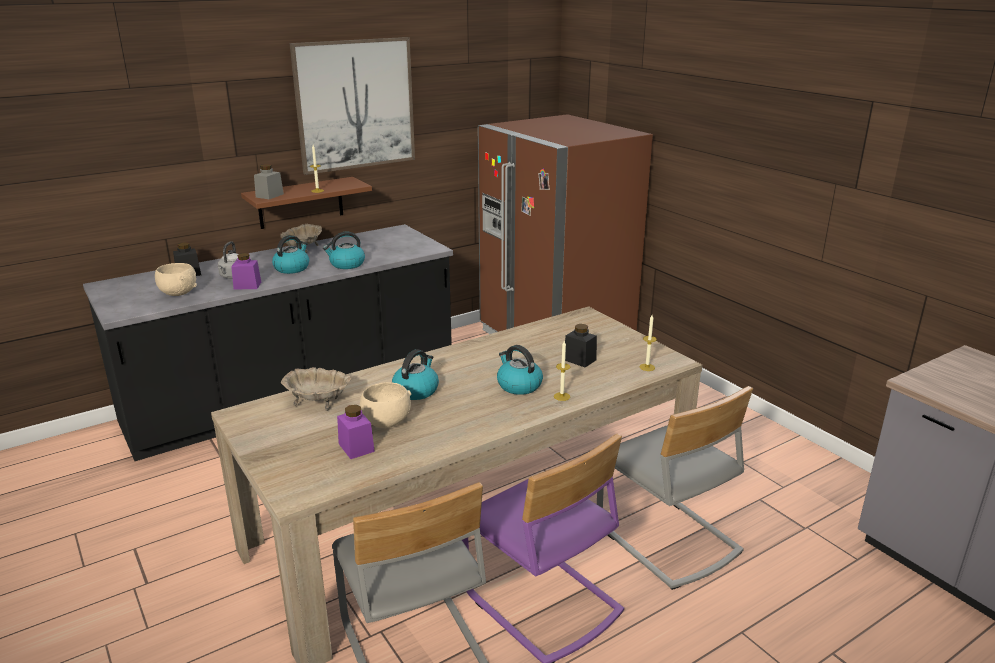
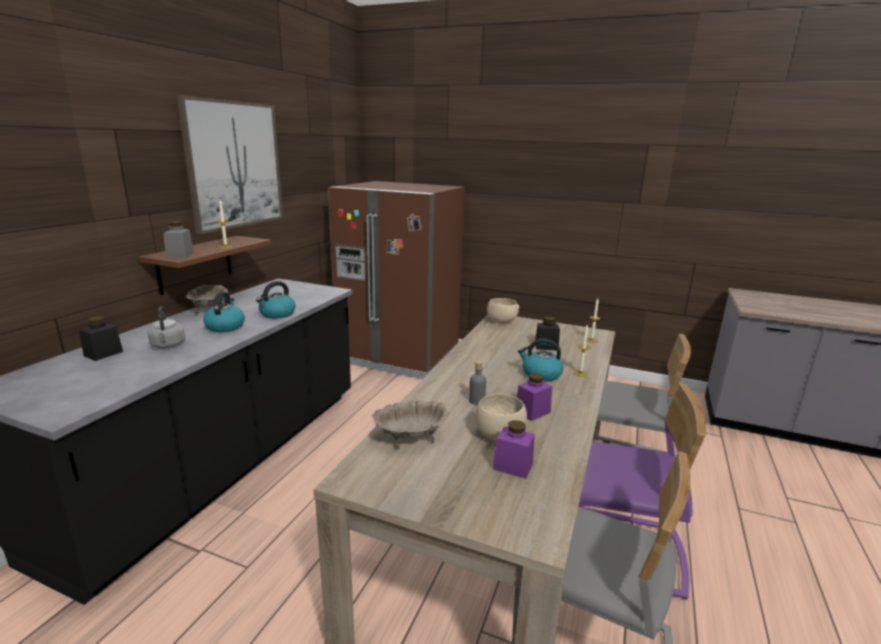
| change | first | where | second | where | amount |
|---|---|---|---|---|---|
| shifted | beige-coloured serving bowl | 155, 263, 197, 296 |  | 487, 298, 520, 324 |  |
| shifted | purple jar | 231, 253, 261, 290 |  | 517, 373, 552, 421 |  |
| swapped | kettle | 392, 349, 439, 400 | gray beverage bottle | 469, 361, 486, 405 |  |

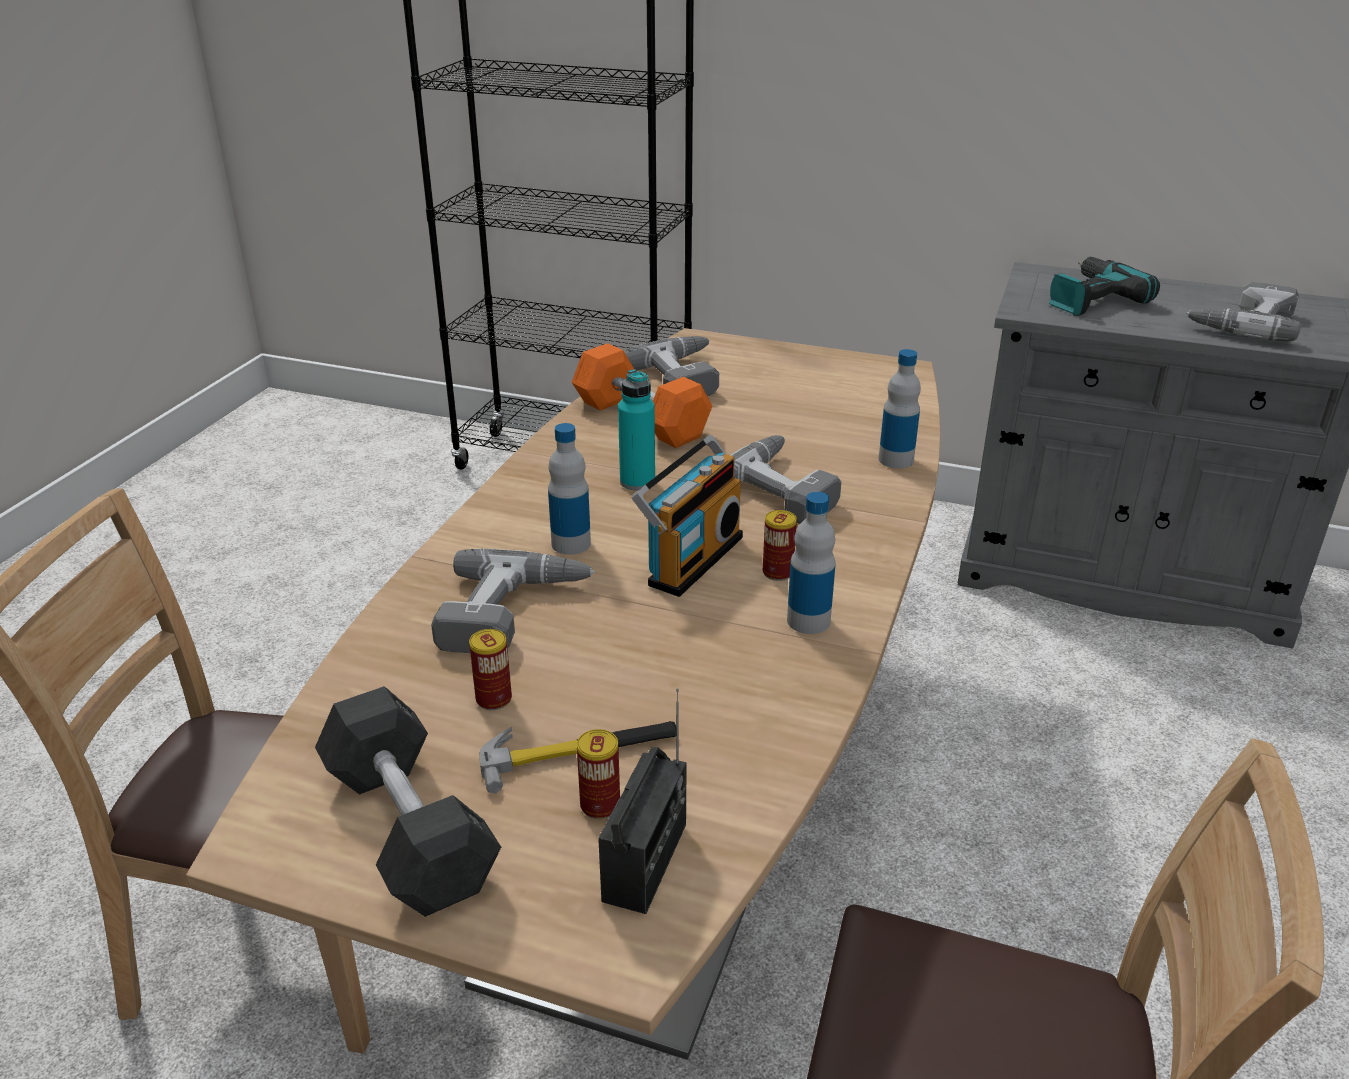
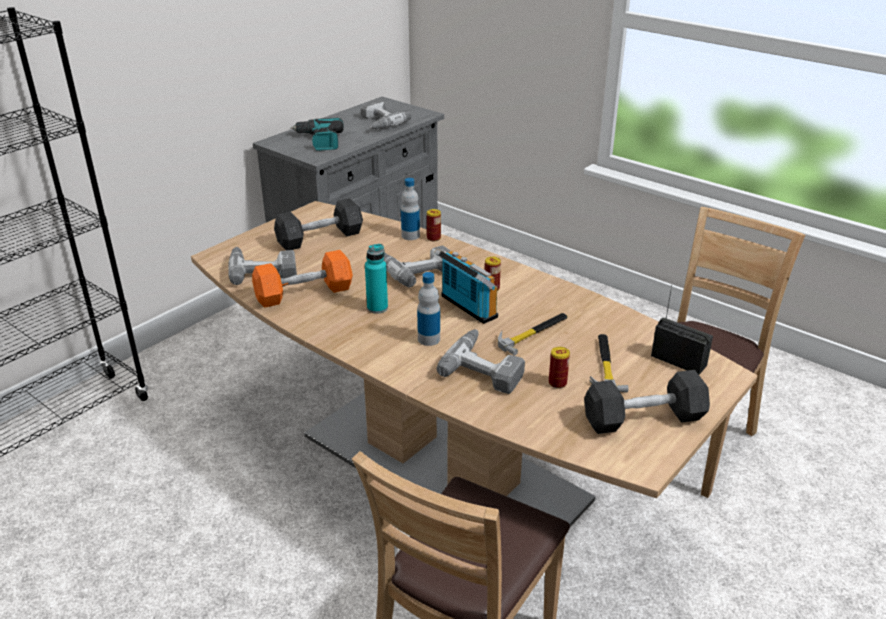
| change | first | where | second | where | amount |
|---|---|---|---|---|---|
| gone | beverage bottle | 787, 492, 836, 634 |  |  |  |
| new |  |  | gray hand weight | 274, 198, 363, 250 |  |
| new |  |  | tool hammer | 498, 313, 568, 356 |  |
| shifted | sealed can | 577, 729, 620, 819 |  | 427, 209, 441, 241 |  |

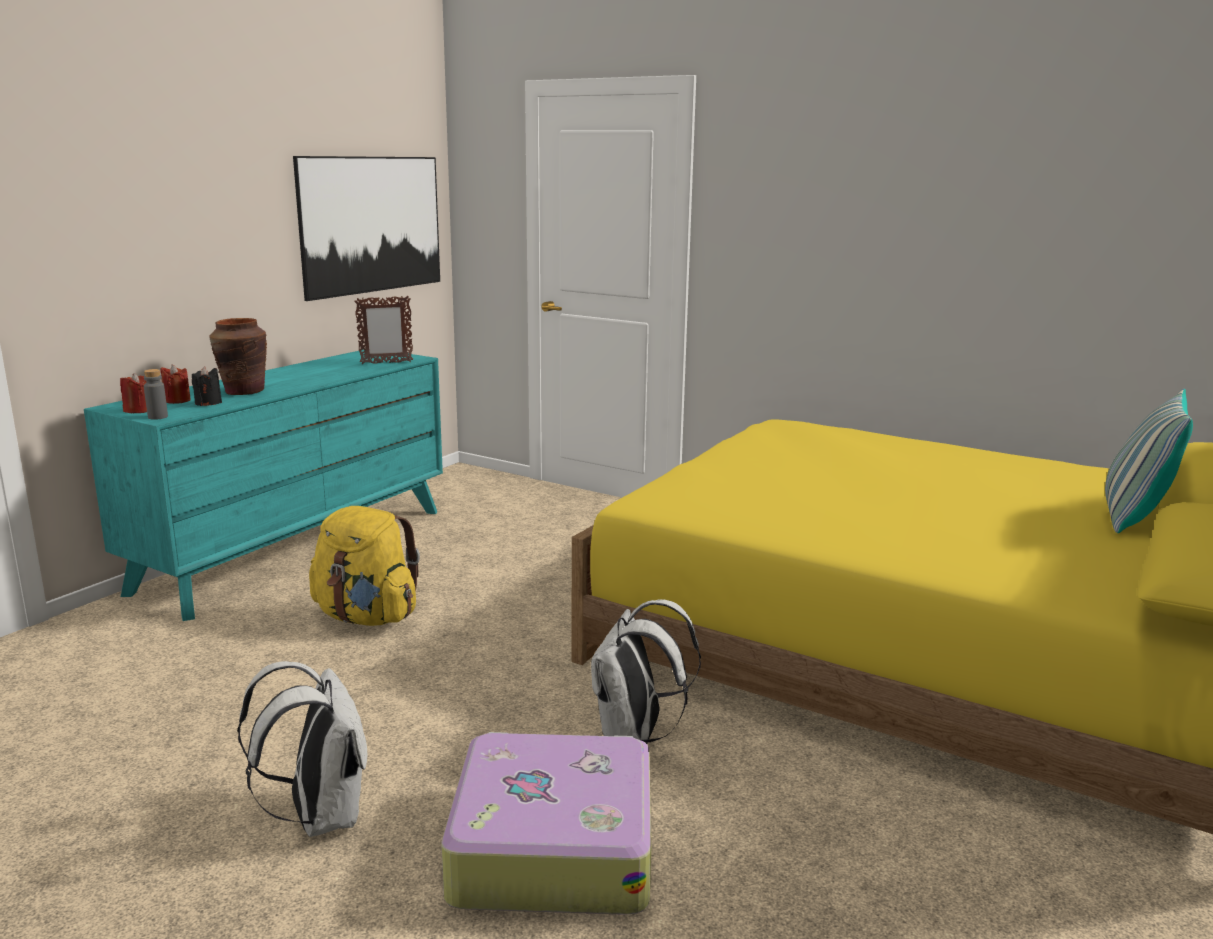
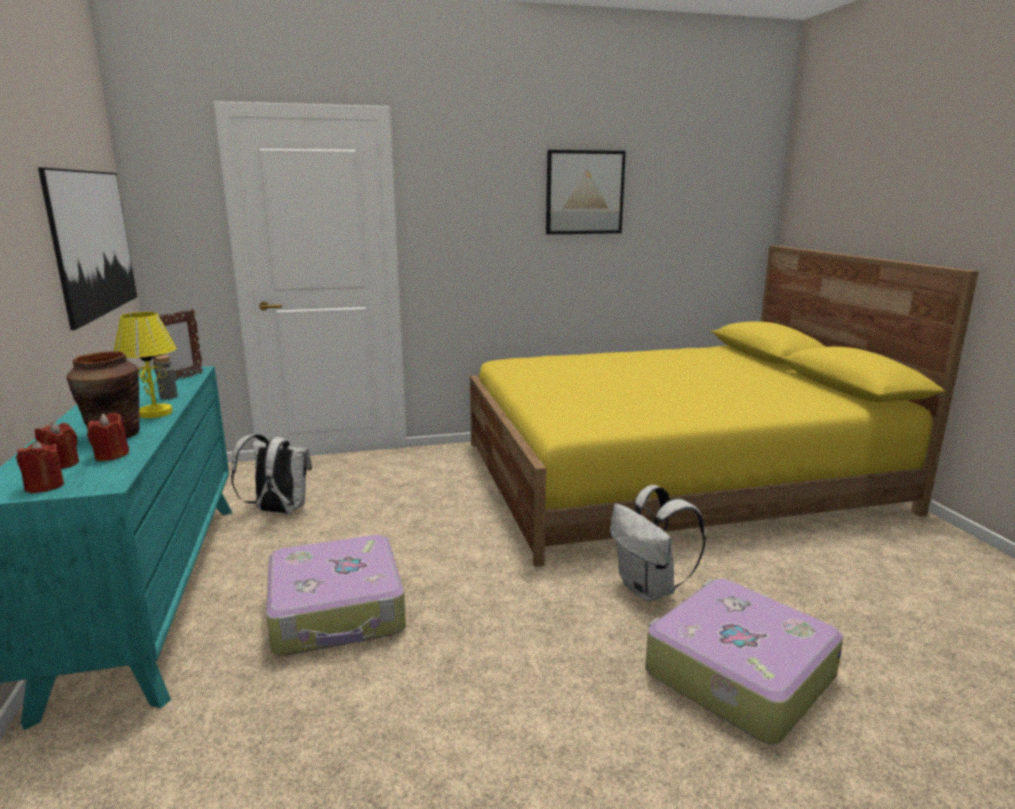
| change | first | where | second | where | amount |
|---|---|---|---|---|---|
| gone | throw pillow | 1105, 389, 1193, 533 |  |  |  |
| new |  |  | yellow tabletop lamp | 113, 312, 177, 418 |  |
| new |  |  | wall art | 546, 150, 626, 235 |  |
| shifted | gray beverage bottle | 144, 369, 168, 420 |  | 155, 355, 178, 399 |  |
| shifted | white backpack | 237, 661, 367, 837 |  | 231, 434, 312, 514 |  |
| swapped | yellow backpack | 309, 506, 420, 626 | piece of luggage | 266, 535, 406, 656 |  |
| repainted | black wax candle | 192, 366, 222, 406 | red wax candle | 87, 413, 129, 461 |  |

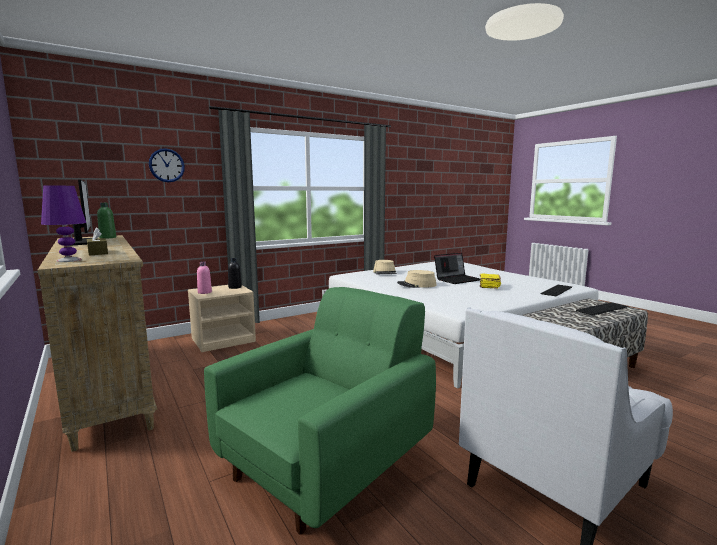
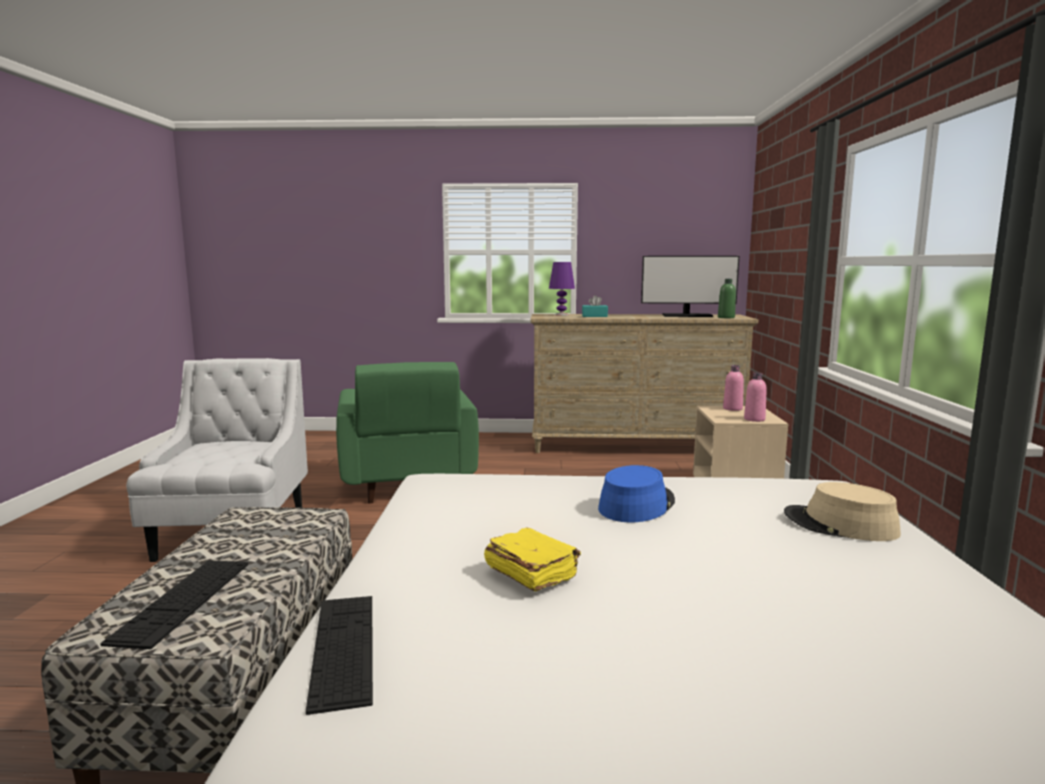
| change | first | where | second | where | amount |
|---|---|---|---|---|---|
| gone | clock on the wall | 149, 148, 185, 182 |  |  |  |
| gone | portable computer | 434, 253, 480, 284 |  |  |  |
| repainted | brownish box of tissues | 87, 227, 108, 256 | blue-green box of tissues | 582, 295, 608, 317 |  |
| repainted | black beverage bottle | 228, 258, 242, 289 | pinkish beverage bottle | 744, 372, 767, 422 |  |
| repainted | beige-coloured clothing hat | 397, 270, 437, 288 | bluish clothing hat | 598, 465, 675, 522 |  |

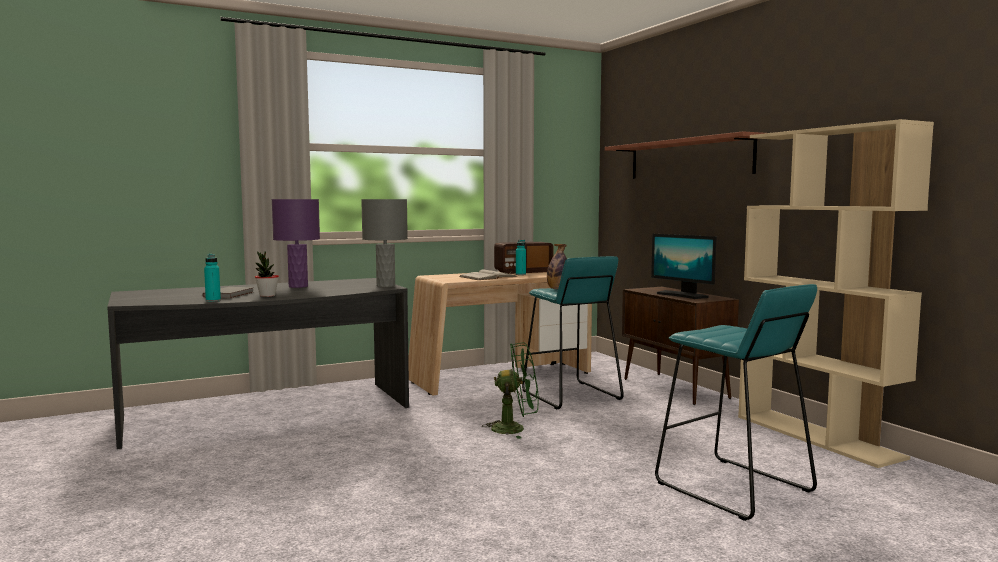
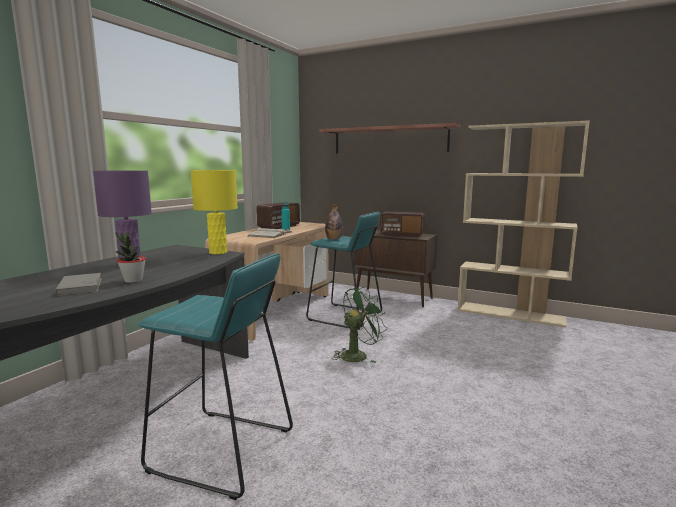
| change | first | where | second | where | amount |
|---|---|---|---|---|---|
| gone | blue-green beverage bottle | 204, 254, 221, 302 |  |  |  |
| shifted | blue-green sitting stool | 655, 284, 817, 521 |  | 139, 253, 293, 500 |  |
| swapped | computer screen | 651, 234, 716, 299 | radio receiver | 380, 212, 425, 237 |  |
| repainted | gray tabletop lamp | 361, 199, 408, 287 | yellow tabletop lamp | 191, 170, 238, 254 |  |

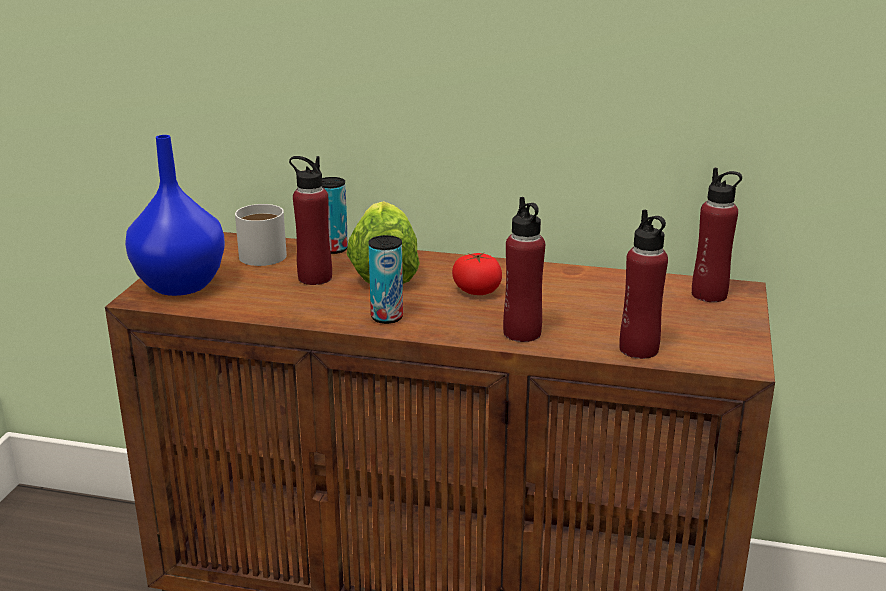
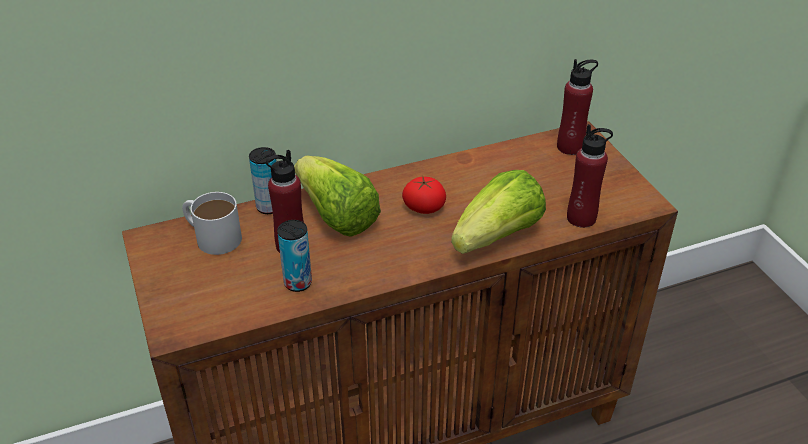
| change | first | where | second | where | amount |
|---|---|---|---|---|---|
| gone | bluish flower vase | 125, 135, 225, 296 |  |  |  |
| shifted | sealed can | 368, 235, 403, 324 |  | 277, 220, 312, 292 |  |
| swapped | red beverage bottle | 503, 197, 545, 342 | lettuce head | 451, 170, 546, 254 |  |

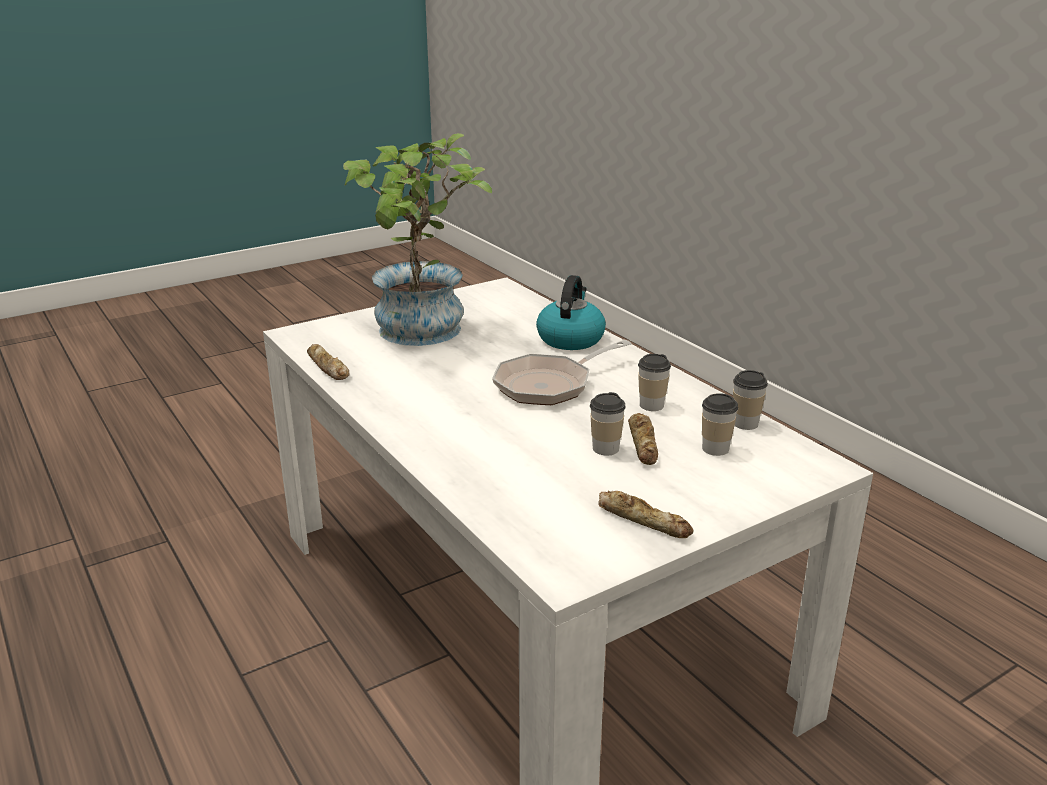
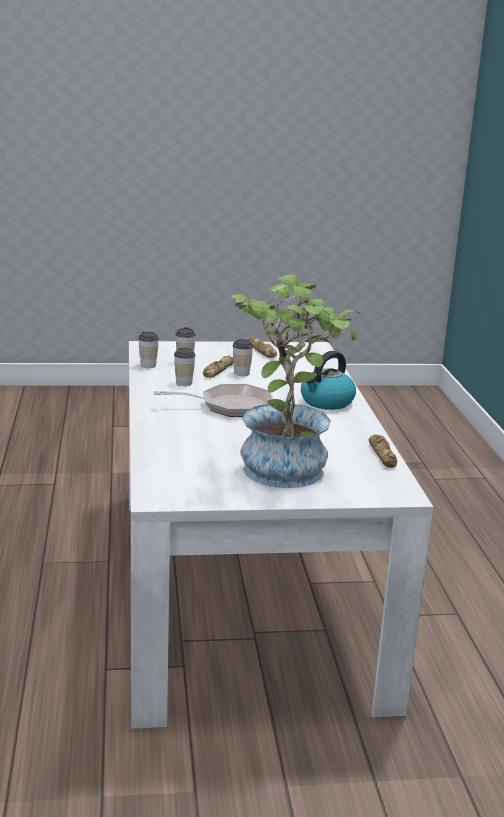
| change | first | where | second | where | amount |
|---|---|---|---|---|---|
| shifted | kettle | 536, 275, 606, 350 |  | 301, 351, 356, 410 |  |

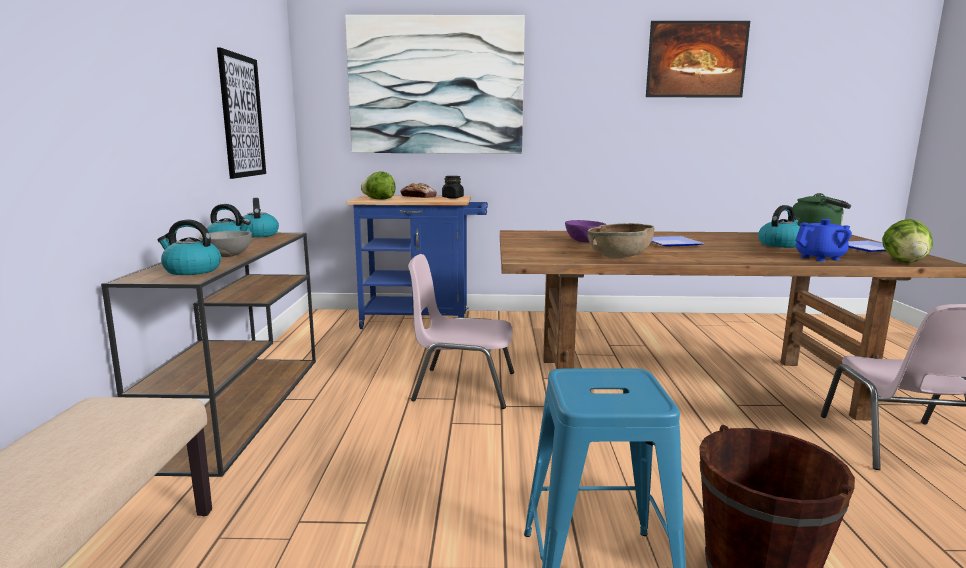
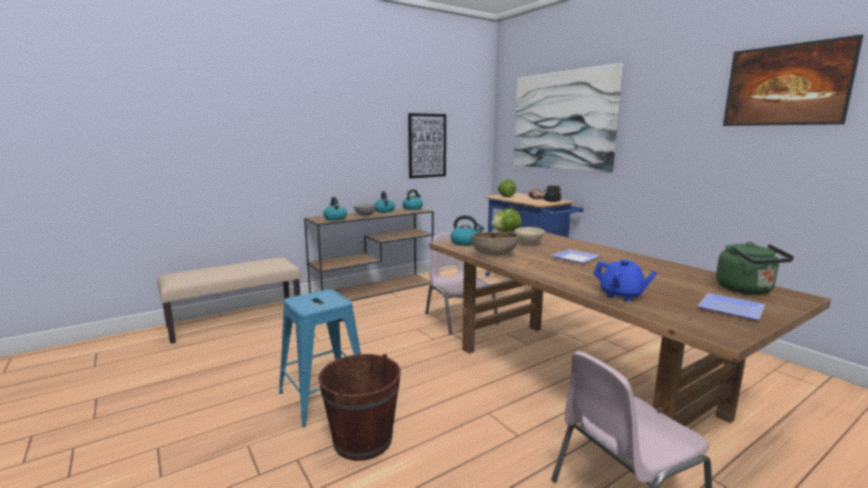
| change | first | where | second | where | amount |
|---|---|---|---|---|---|
| shifted | kettle | 758, 205, 800, 248 |  | 450, 215, 484, 246 |  |
| shifted | lettuce head | 882, 219, 933, 263 |  | 491, 209, 522, 232 |  |
| repainted | purple serving bowl | 565, 220, 606, 243 | beige-coloured serving bowl | 515, 227, 545, 245 |  |

